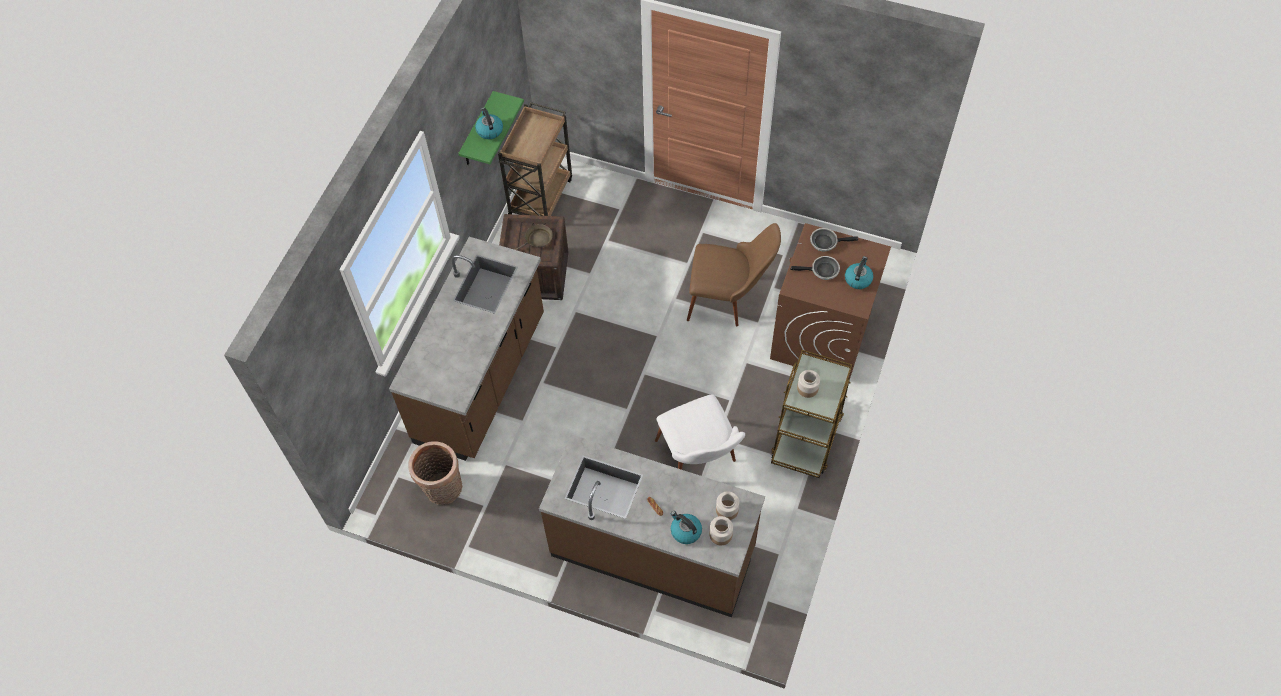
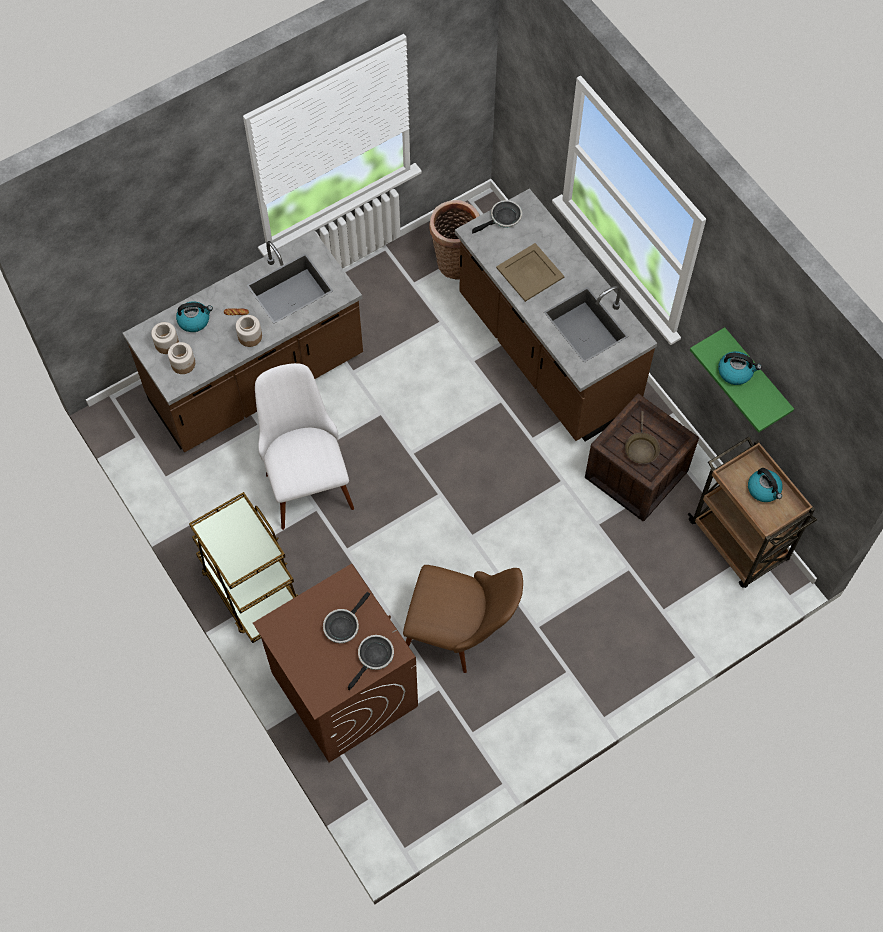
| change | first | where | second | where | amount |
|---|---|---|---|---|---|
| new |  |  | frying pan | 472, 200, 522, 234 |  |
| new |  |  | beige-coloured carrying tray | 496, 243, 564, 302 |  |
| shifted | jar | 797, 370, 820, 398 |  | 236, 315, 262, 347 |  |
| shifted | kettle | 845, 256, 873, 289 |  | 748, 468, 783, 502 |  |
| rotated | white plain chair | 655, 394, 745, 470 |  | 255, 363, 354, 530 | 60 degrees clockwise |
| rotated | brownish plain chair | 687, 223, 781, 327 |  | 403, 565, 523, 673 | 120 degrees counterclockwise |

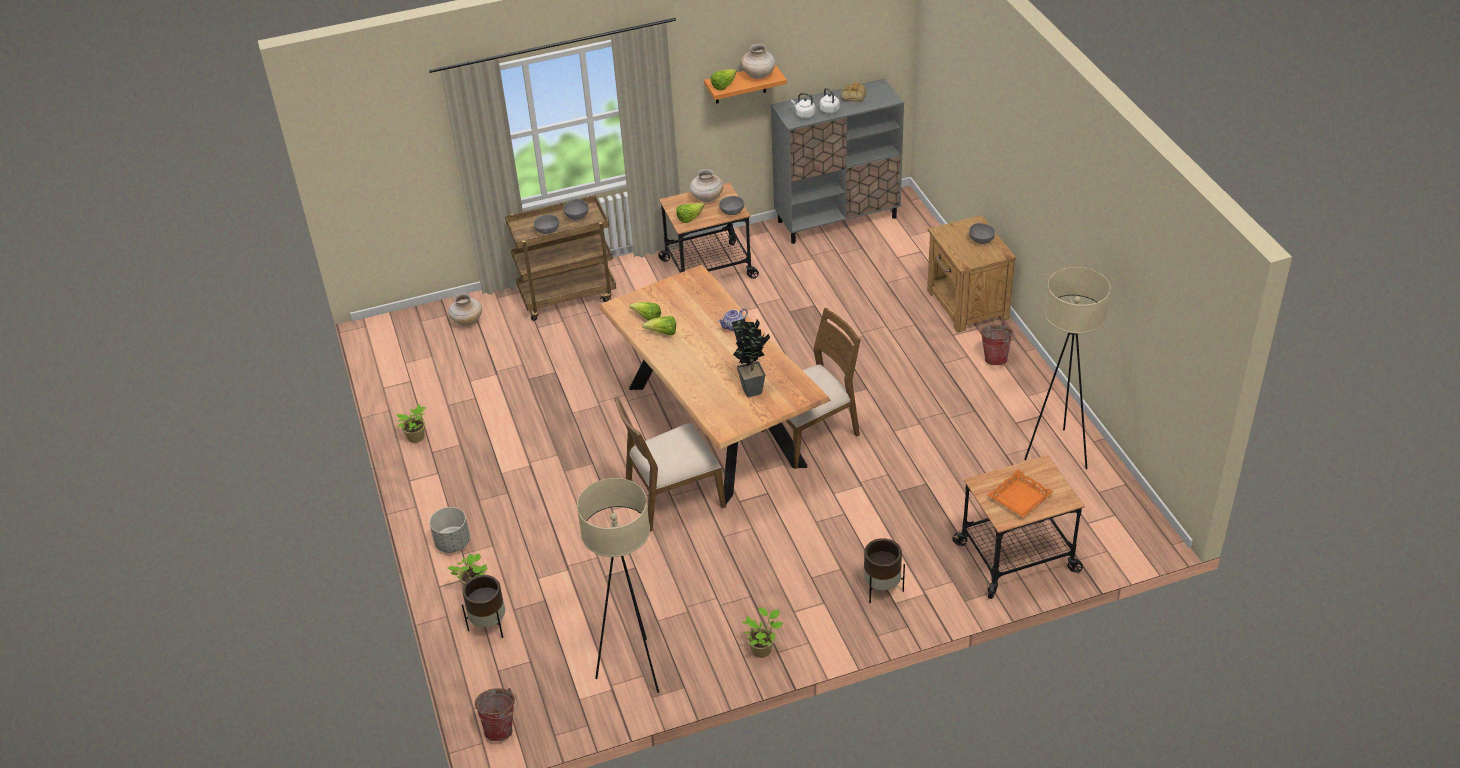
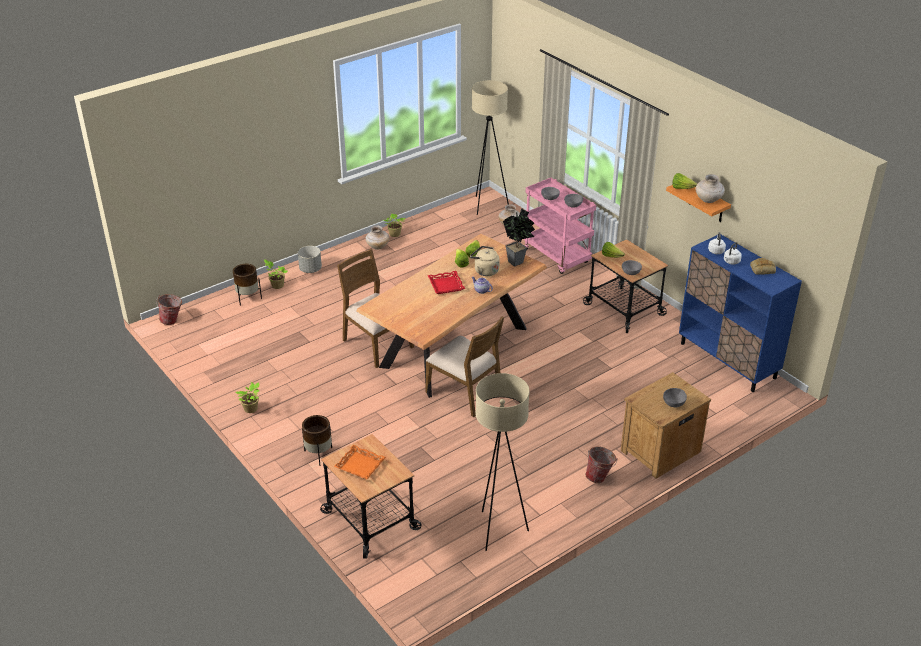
| change | first | where | second | where | amount |
|---|---|---|---|---|---|
| new |  |  | red carrying tray | 428, 271, 465, 294 |  |
| new |  |  | beige-coloured kettle | 470, 246, 500, 276 |  |
| shifted | beige-coloured standing lamp | 577, 478, 659, 693 |  | 472, 80, 509, 215 |  |
| shifted | beige-coloured flower vase | 690, 169, 724, 202 |  | 366, 226, 389, 250 |  |
| shifted | potted plant | 732, 319, 770, 397 |  | 503, 208, 535, 266 |  |
| repainted | brownish wheeled cart | 505, 195, 616, 321 | pinkish wheeled cart | 524, 178, 596, 274 |  |
| repainted | gray storage cabinet | 771, 78, 904, 244 | bluish storage cabinet | 679, 235, 802, 392 |  |

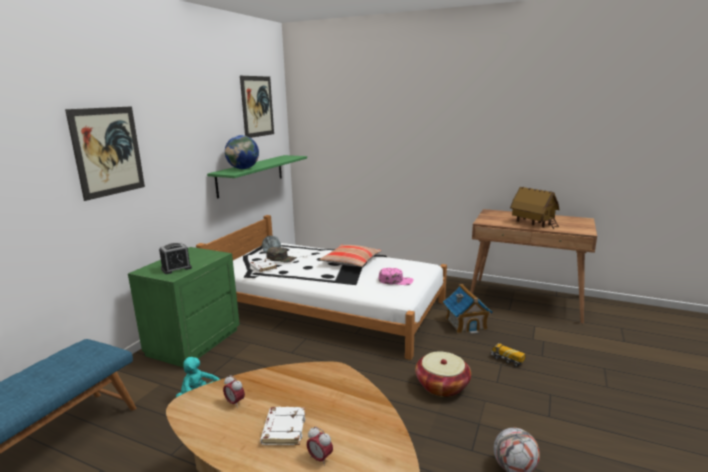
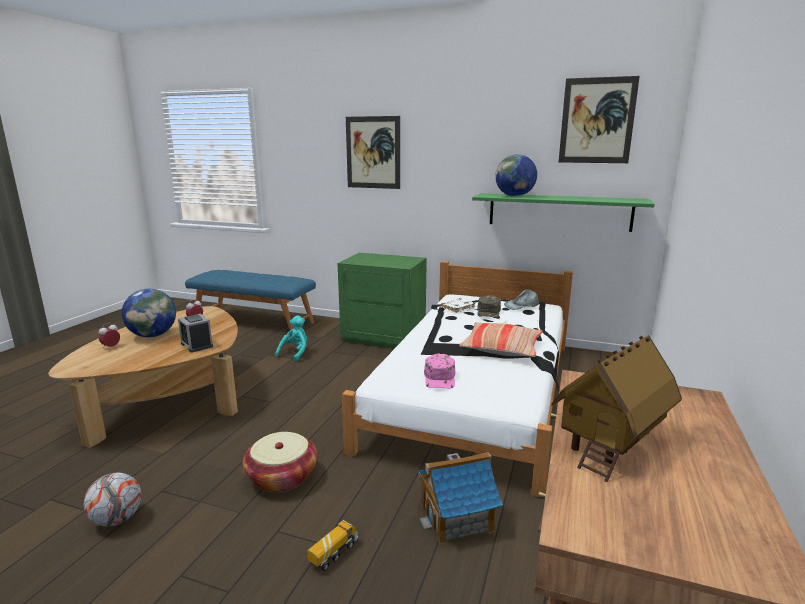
| change | first | where | second | where | amount |
|---|---|---|---|---|---|
| shifted | bedside clock | 159, 243, 192, 274 |  | 178, 314, 213, 352 |  |
| swapped | white volume | 260, 407, 306, 445 | globe | 122, 289, 176, 337 |  |

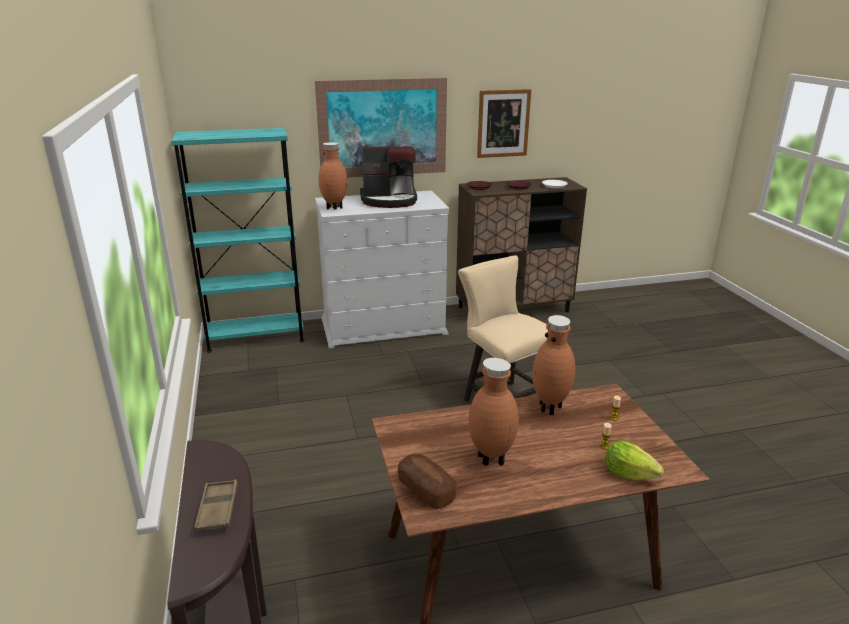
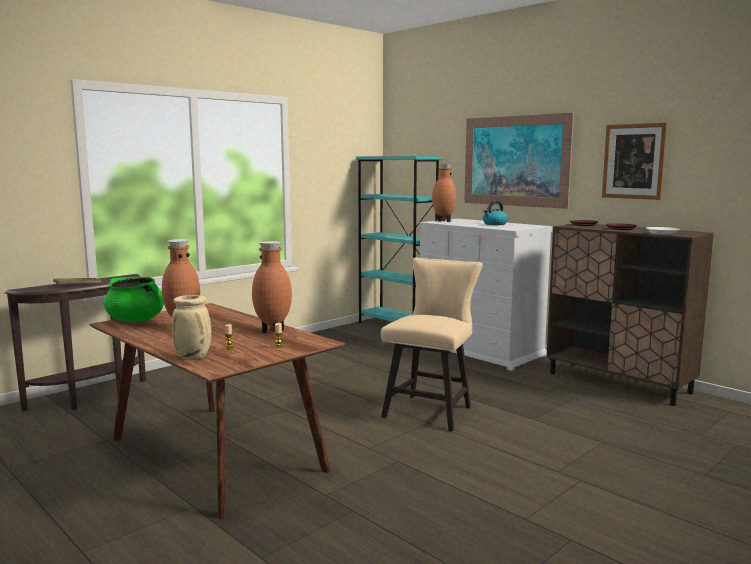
| change | first | where | second | where | amount |
|---|---|---|---|---|---|
| swapped | coffee brewer | 360, 146, 417, 208 | kettle | 483, 201, 508, 225 |  |
| swapped | baked bread | 398, 454, 457, 510 | greenish stockpot | 104, 277, 164, 322 |  |
| swapped | lettuce head | 605, 440, 664, 479 | beige-coloured flower vase | 172, 295, 212, 359 |  |

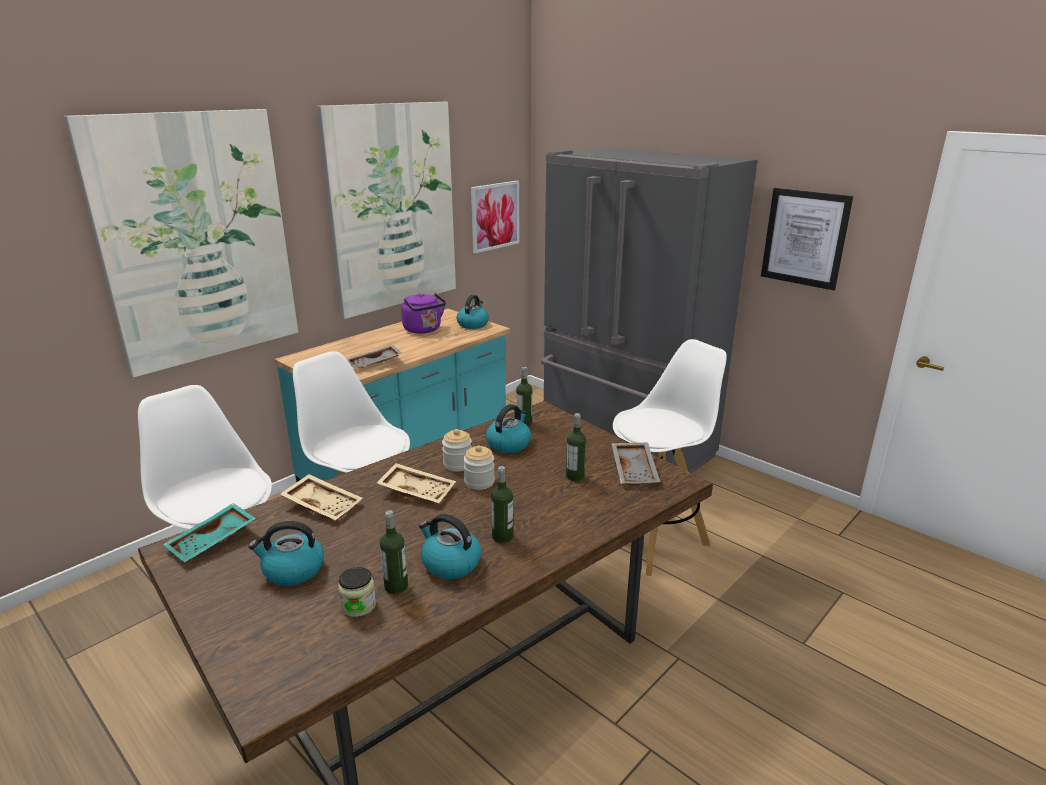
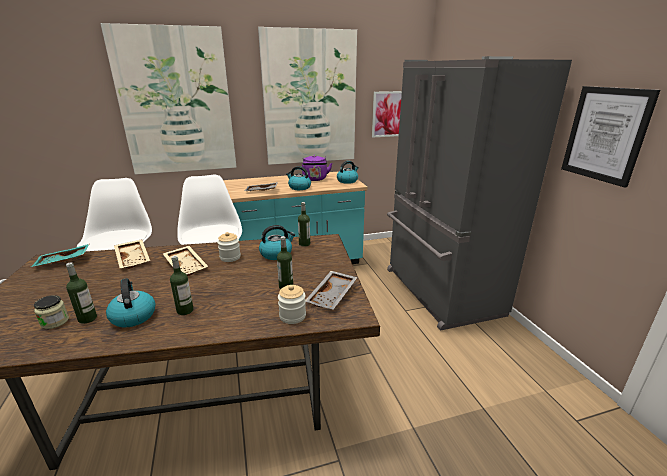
| change | first | where | second | where | amount |
|---|---|---|---|---|---|
| gone | white sitting stool | 613, 339, 727, 576 |  |  |  |
| shifted | kettle | 248, 521, 324, 586 |  | 286, 166, 311, 190 |  |
| shifted | jar | 463, 445, 495, 490 |  | 278, 285, 306, 324 |  |

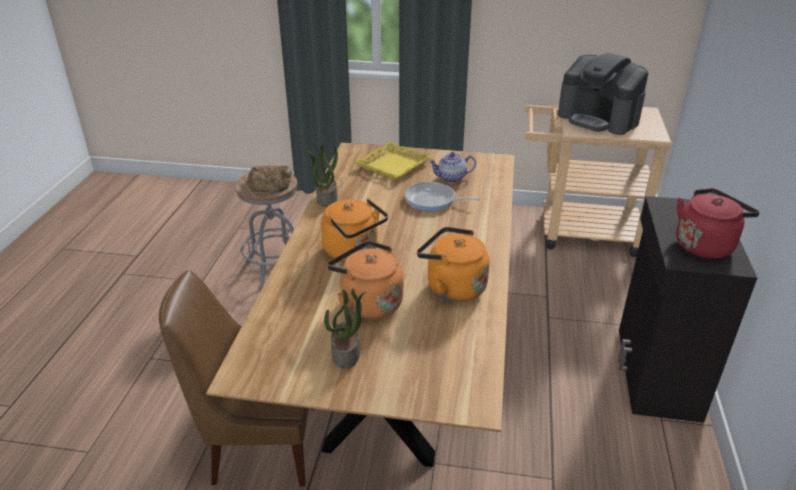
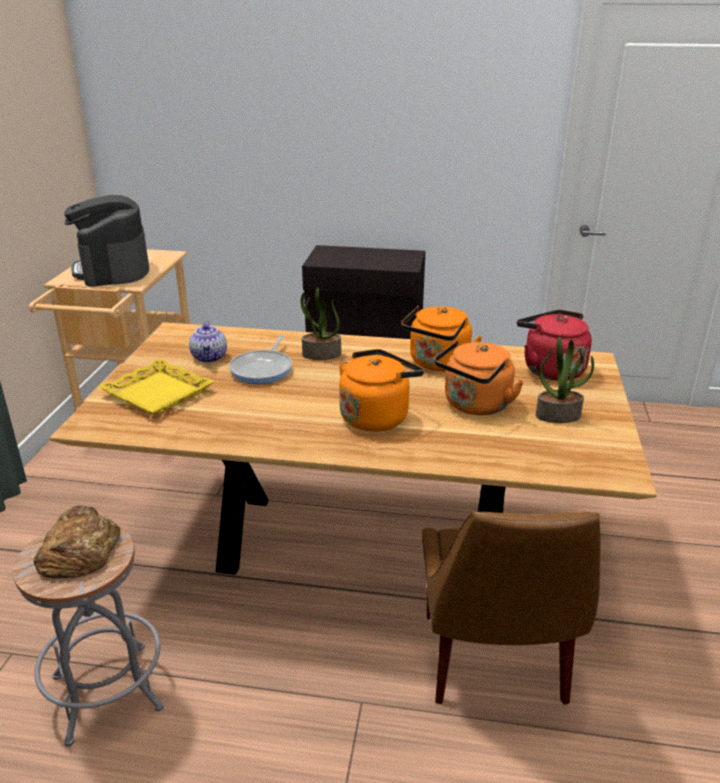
| change | first | where | second | where | amount |
|---|---|---|---|---|---|
| shifted | potted plant | 306, 144, 338, 207 |  | 301, 288, 341, 360 |  |
| shifted | red kettle | 676, 188, 760, 259 |  | 517, 310, 592, 381 |  |
| rotated | coffee brewer | 558, 53, 648, 135 |  | 64, 195, 149, 287 | 120 degrees clockwise |

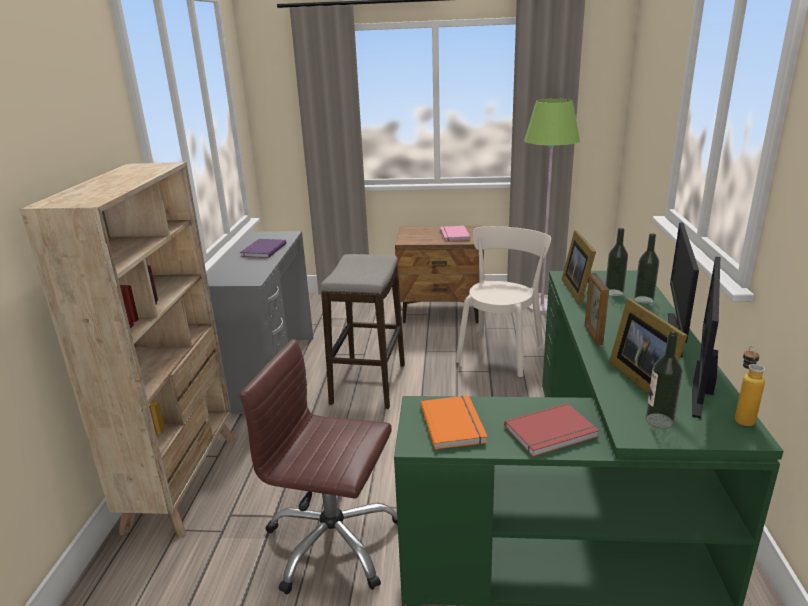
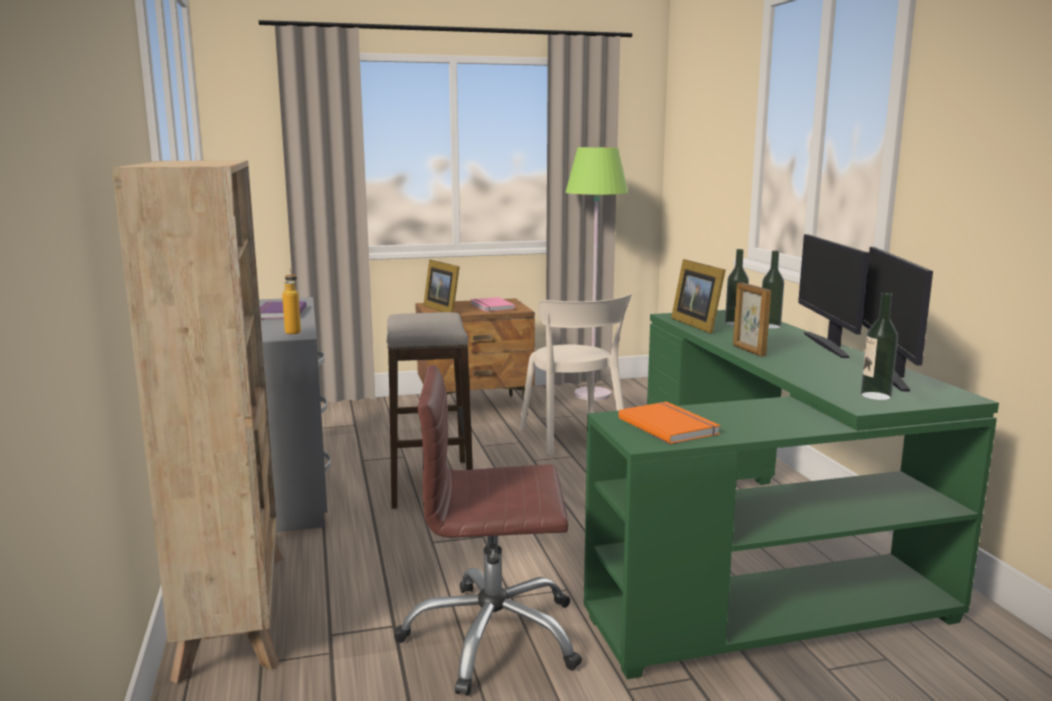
| change | first | where | second | where | amount |
|---|---|---|---|---|---|
| gone | red volume | 504, 403, 599, 457 |  |  |  |
| shifted | picture frame | 609, 298, 688, 395 |  | 423, 260, 460, 313 |  |
| shifted | beverage bottle | 735, 345, 765, 426 |  | 282, 269, 301, 334 |  |
| rotated | beige-coloured plain chair | 455, 226, 551, 377 |  | 519, 294, 632, 456 | 150 degrees clockwise |

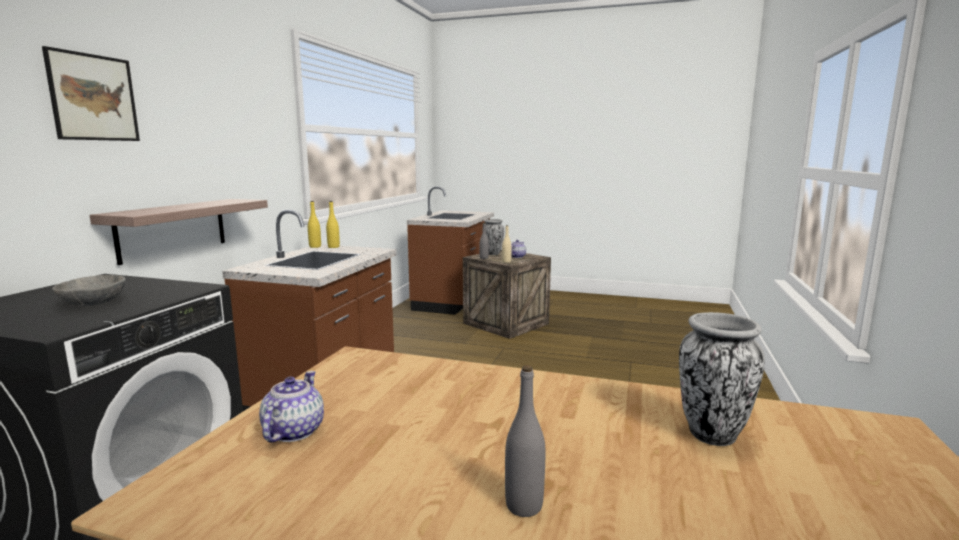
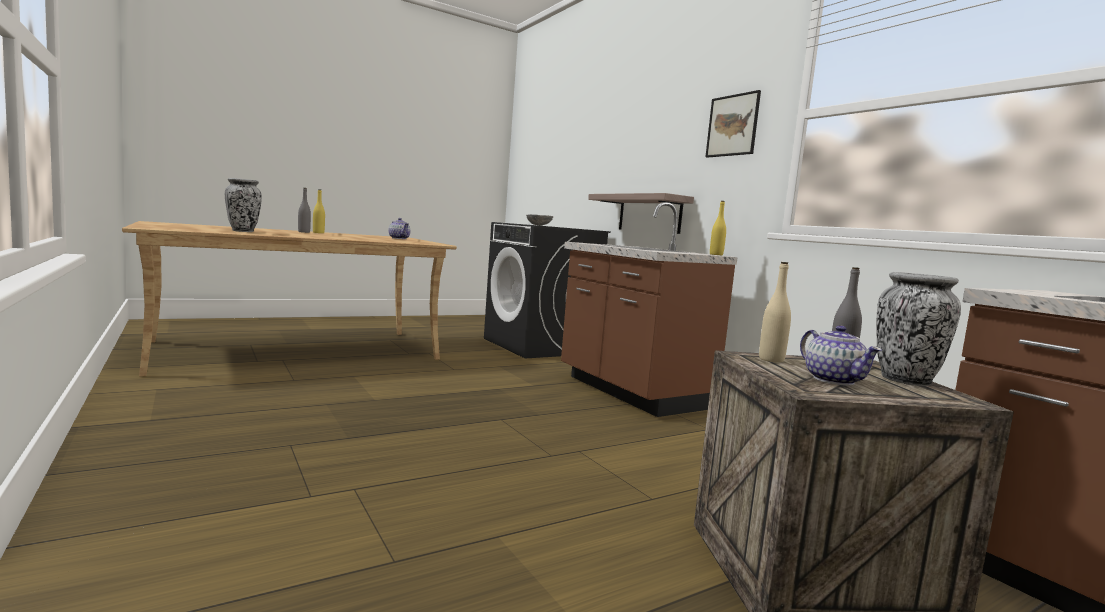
| change | first | where | second | where | amount |
|---|---|---|---|---|---|
| shifted | wall art | 42, 46, 140, 141 |  | 705, 90, 761, 158 |  |
| shifted | yellow beverage bottle | 326, 201, 340, 248 |  | 313, 189, 325, 233 |  |

